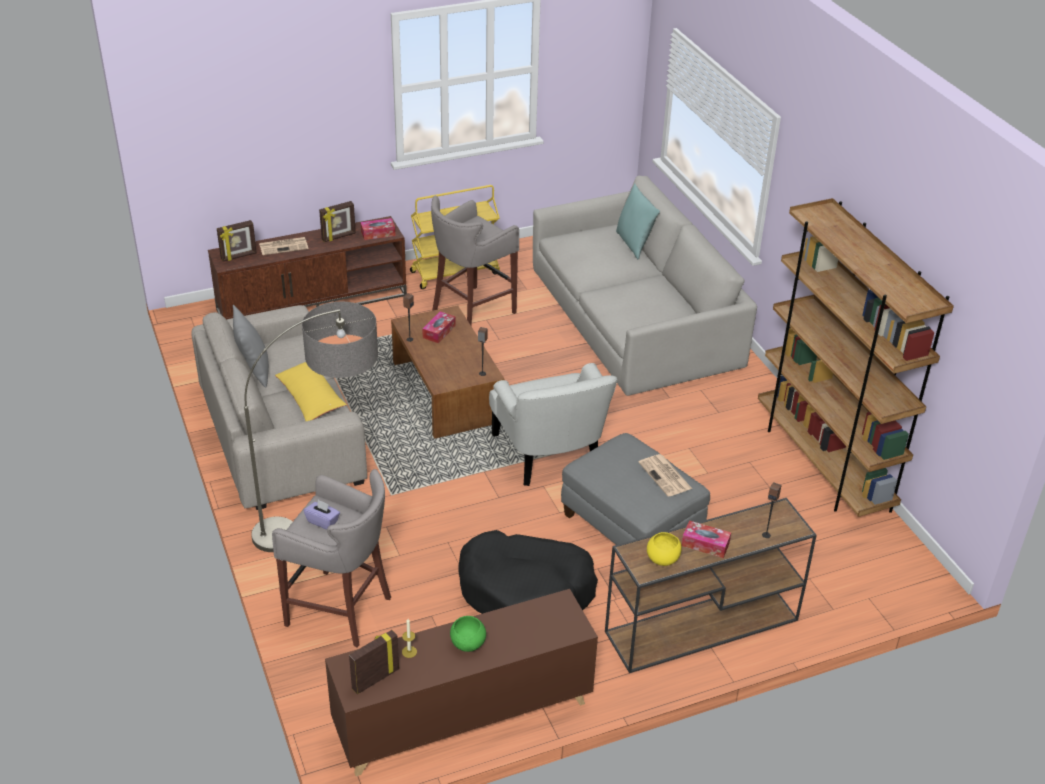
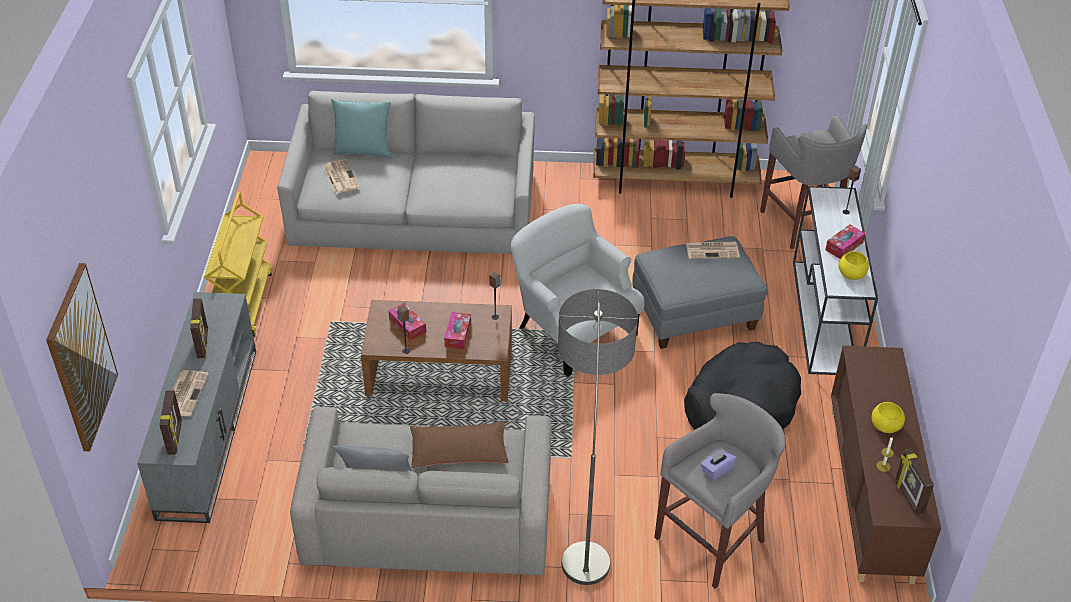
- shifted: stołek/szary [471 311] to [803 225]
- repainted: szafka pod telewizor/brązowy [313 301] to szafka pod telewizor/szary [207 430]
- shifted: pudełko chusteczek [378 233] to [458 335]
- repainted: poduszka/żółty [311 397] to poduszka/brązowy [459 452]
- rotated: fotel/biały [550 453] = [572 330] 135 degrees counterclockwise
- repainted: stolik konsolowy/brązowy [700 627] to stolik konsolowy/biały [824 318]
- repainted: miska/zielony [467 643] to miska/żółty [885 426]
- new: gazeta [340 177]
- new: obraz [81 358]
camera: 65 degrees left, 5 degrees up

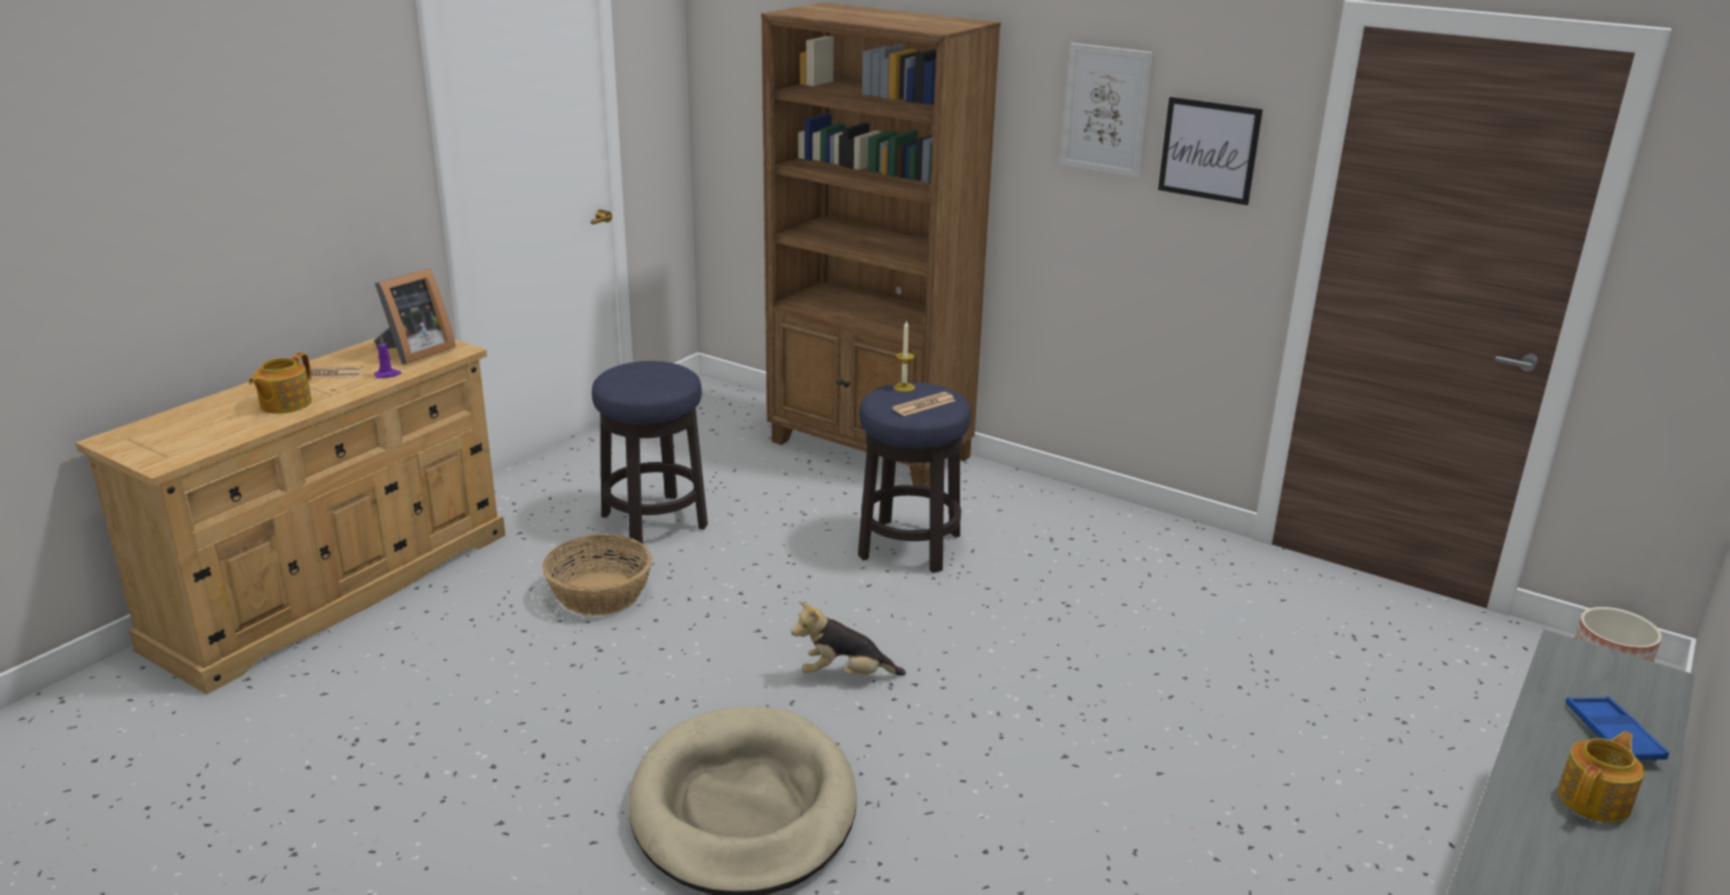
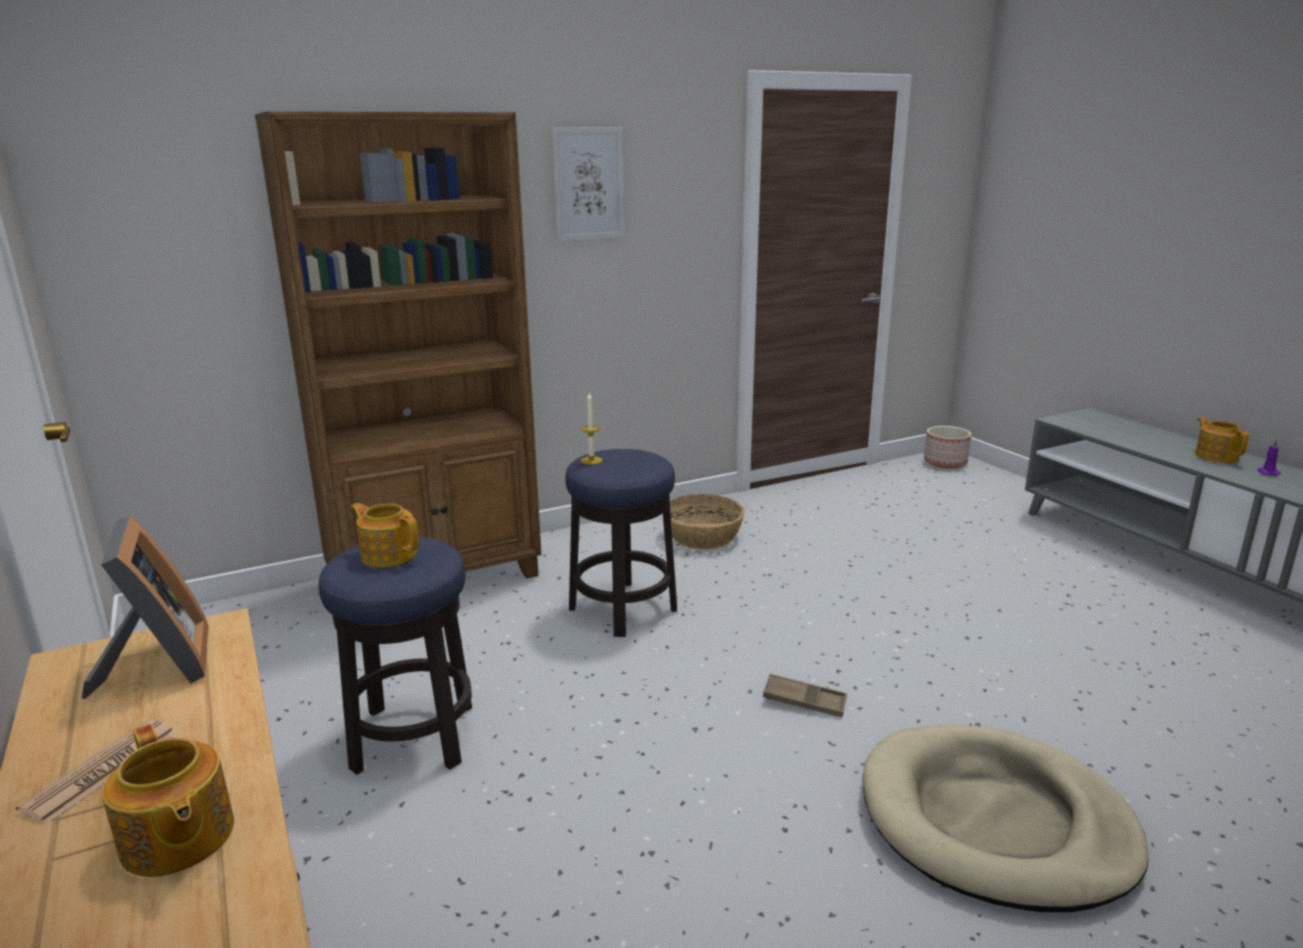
- gone: obraz [1209 150]
- shifted: świeca/fioletowy [388 375] to [1267 472]
- gone: gazeta [924 405]
- shifted: koszyk [599 594] to [703 537]
- swapped: pluszak [845 675] to taca/brązowy [804 701]
- gone: taca/niebieski [1612 735]
- new: imbryk [388 554]
camera: 60 degrees left, 5 degrees down

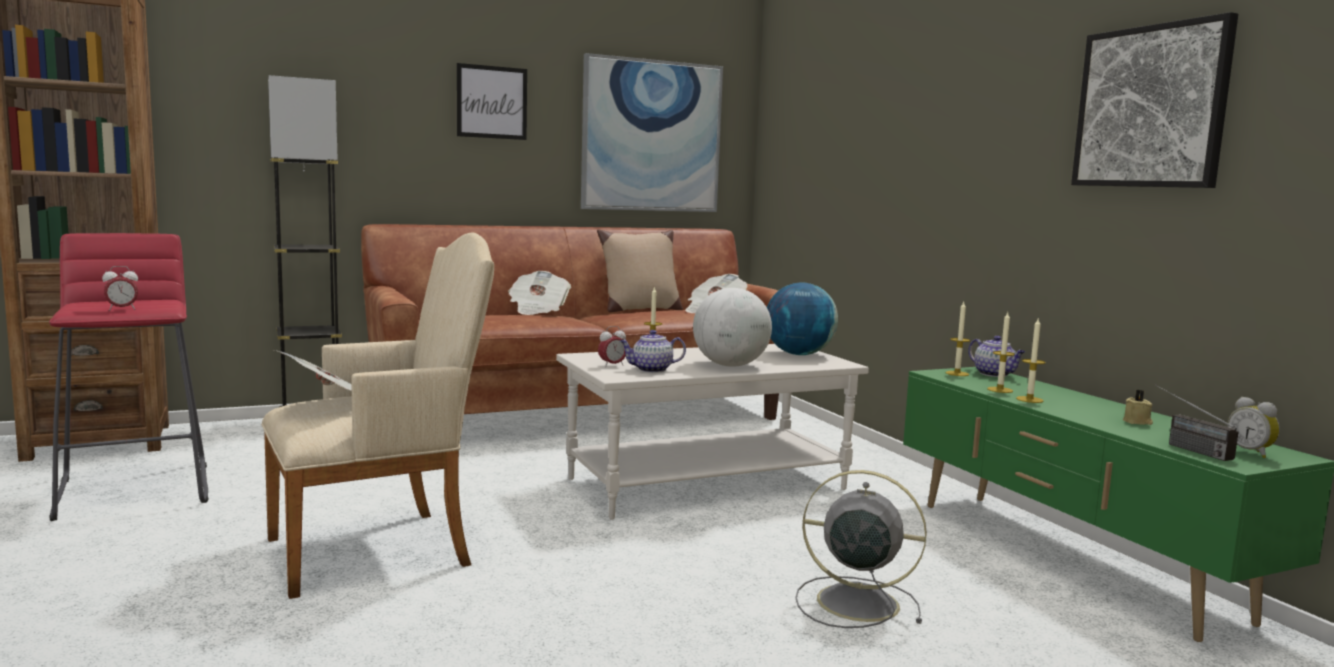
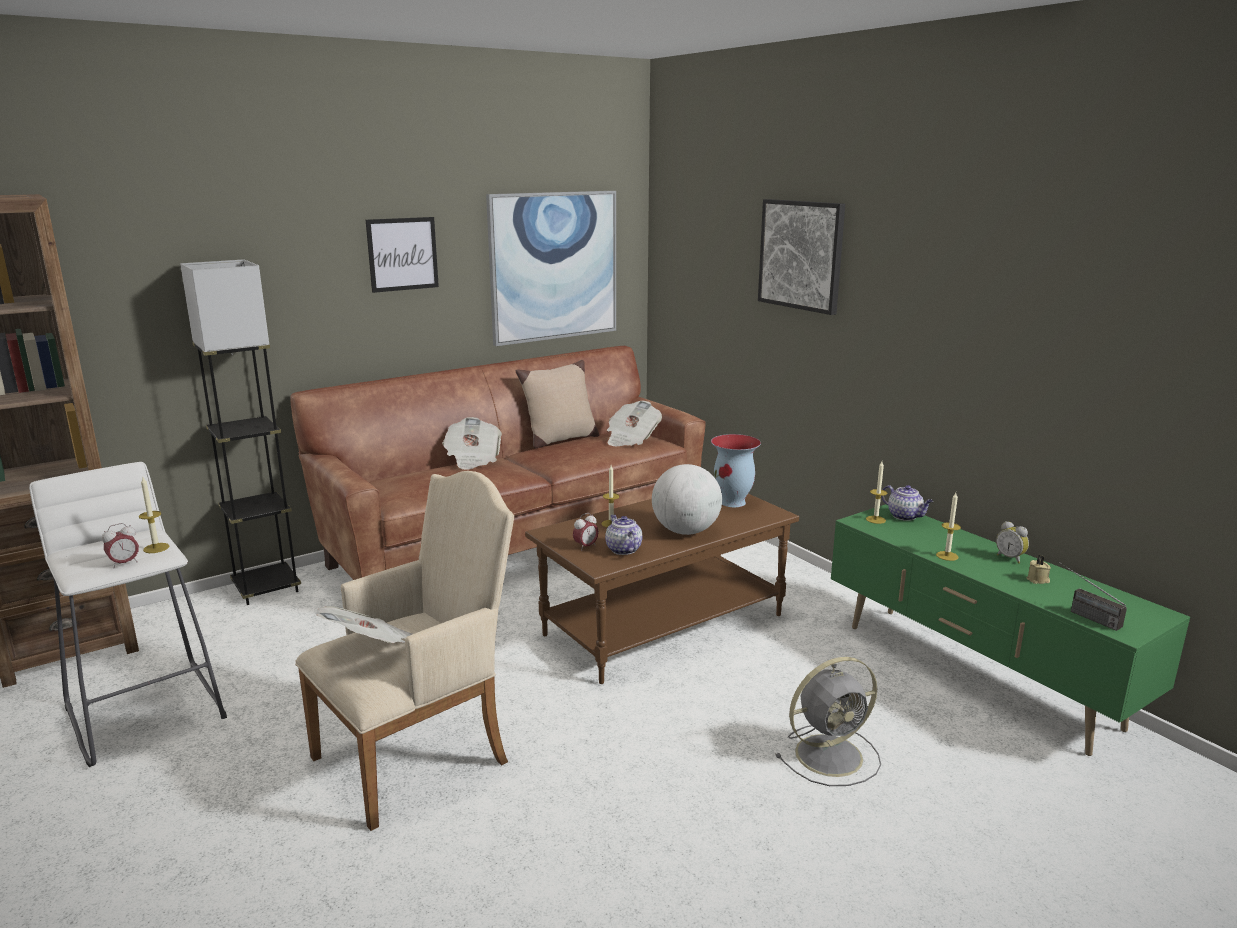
- shifted: obraz [1151 107] to [801 255]
- repainted: stołek/czerwony [135 490] to stołek/biały [147 711]
- swapped: globus [799 354] to wazon [733 502]
- shifted: świeca [1000 390] to [156 548]
- rotated: imbryk [651 370] = [623 549] 90 degrees clockwise
- repainted: ława/biały [707 483] to ława/brązowy [663 624]
- shifted: budzik [1251 453] to [1010 558]
- rotated: wentylator/szary [853 602] = [831 754] 150 degrees clockwise
camera: 10 degrees left, 10 degrees up

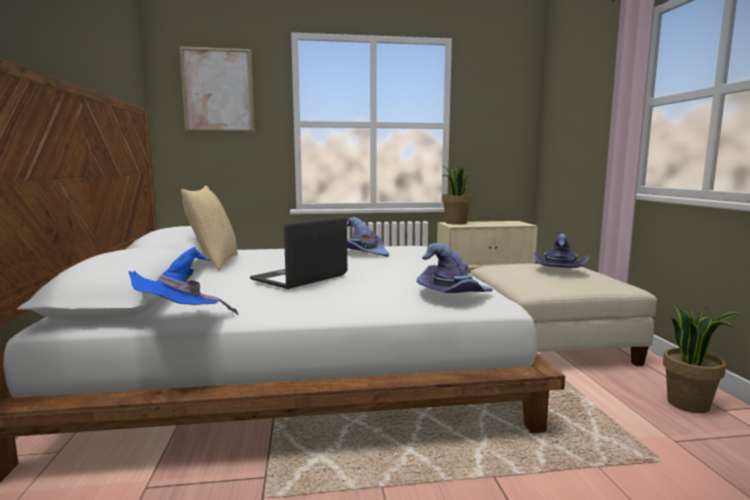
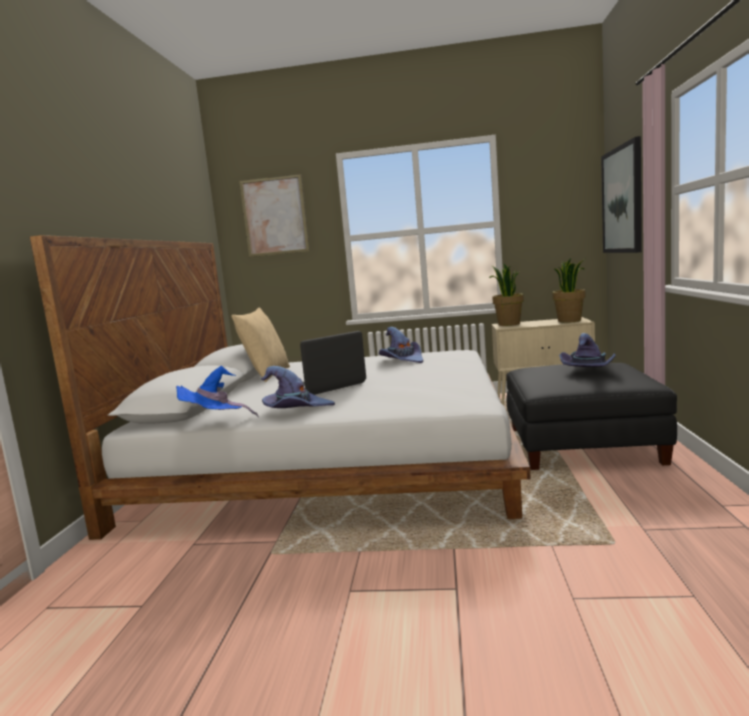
- shifted: kapelusz/fioletowy [452 295] to [296 409]
- repainted: pufa/beżowy [548 344] to pufa/czarny [581 445]
- shifted: roślina doniczkowa [689 404] to [570 321]
- new: obraz [622 200]
camera: 15 degrees right, 0 degrees up

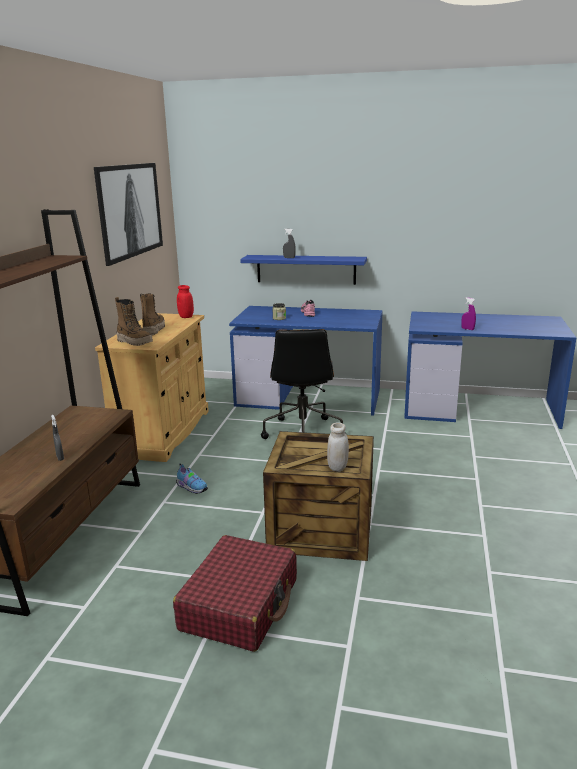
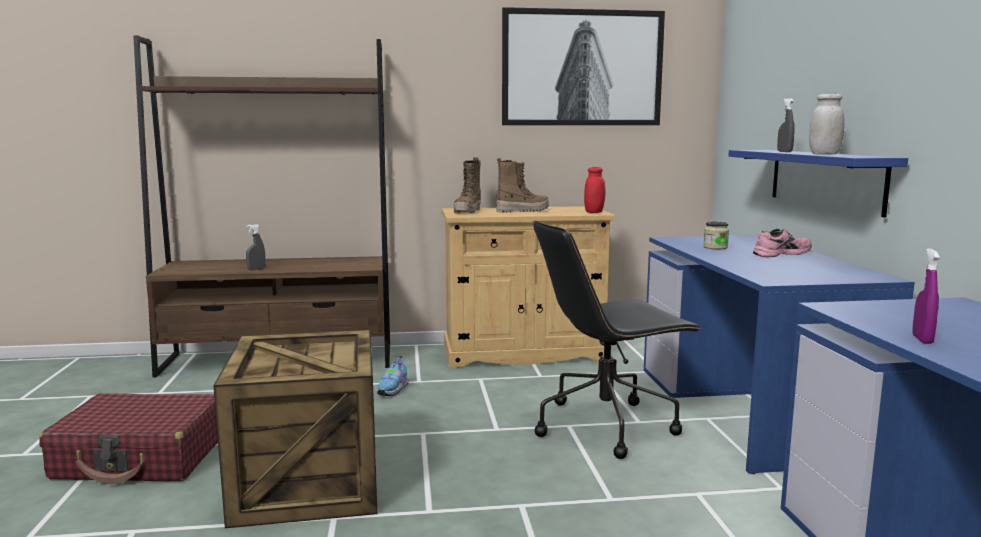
- shifted: słoik/biały [337 467] to [824 154]
camera: 70 degrees right, 10 degrees down

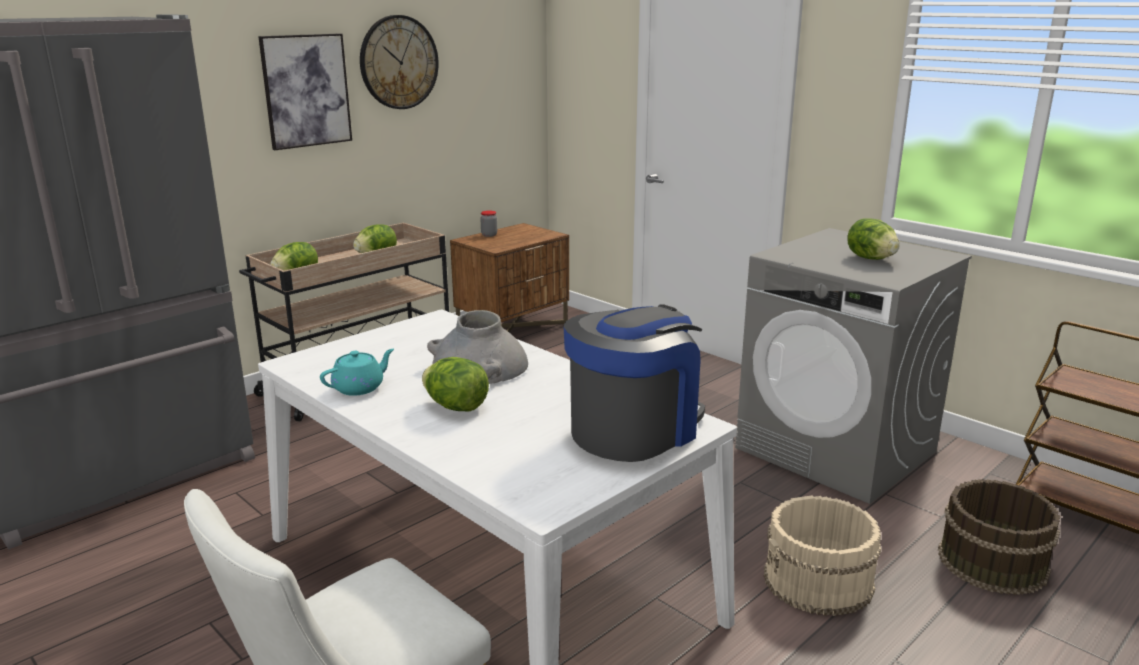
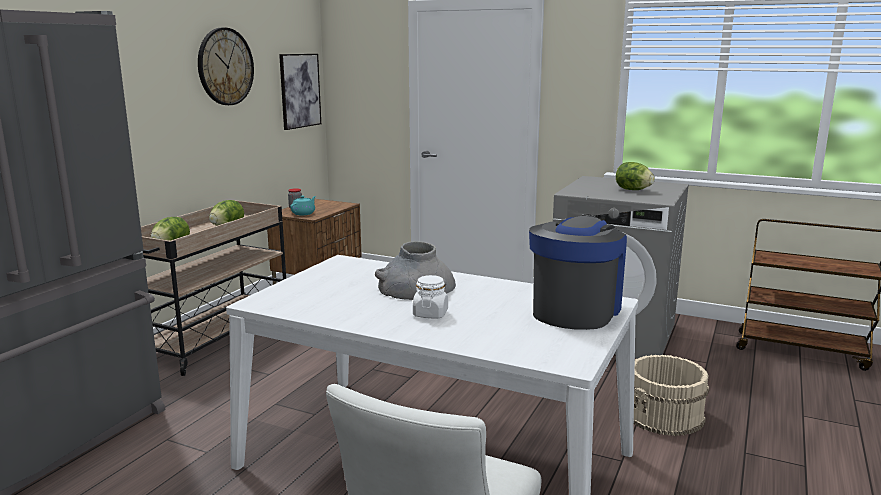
- shifted: obraz [306 91] to [299 90]
- shifted: imbryk/turkusowy [359 388] to [304 213]
- swapped: sałata [456 407] to słoik/biały [430 314]
- gone: wiadro/brązowy [991 561]
camera: 20 degrees left, 5 degrees down

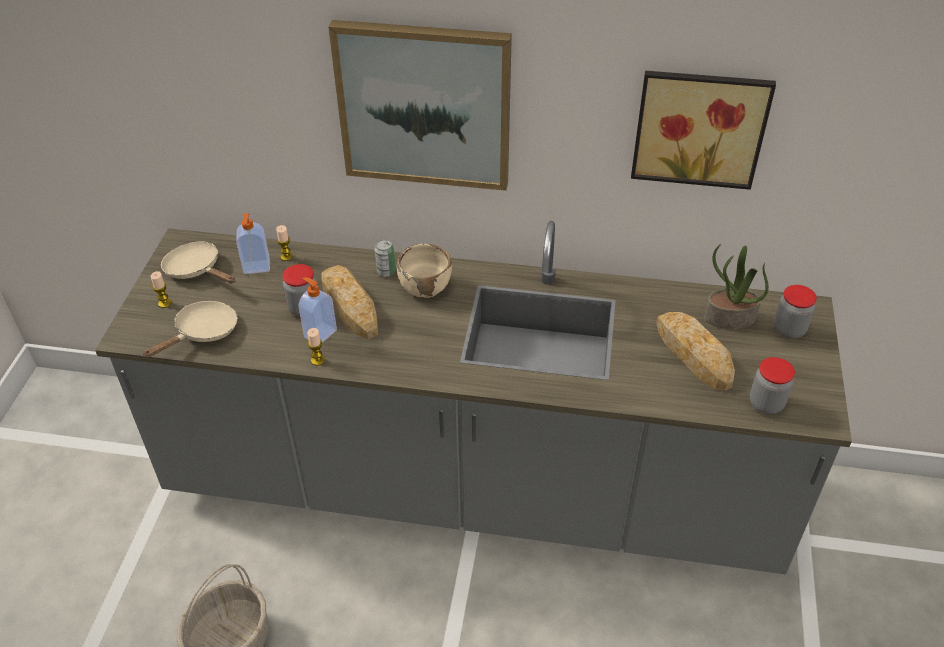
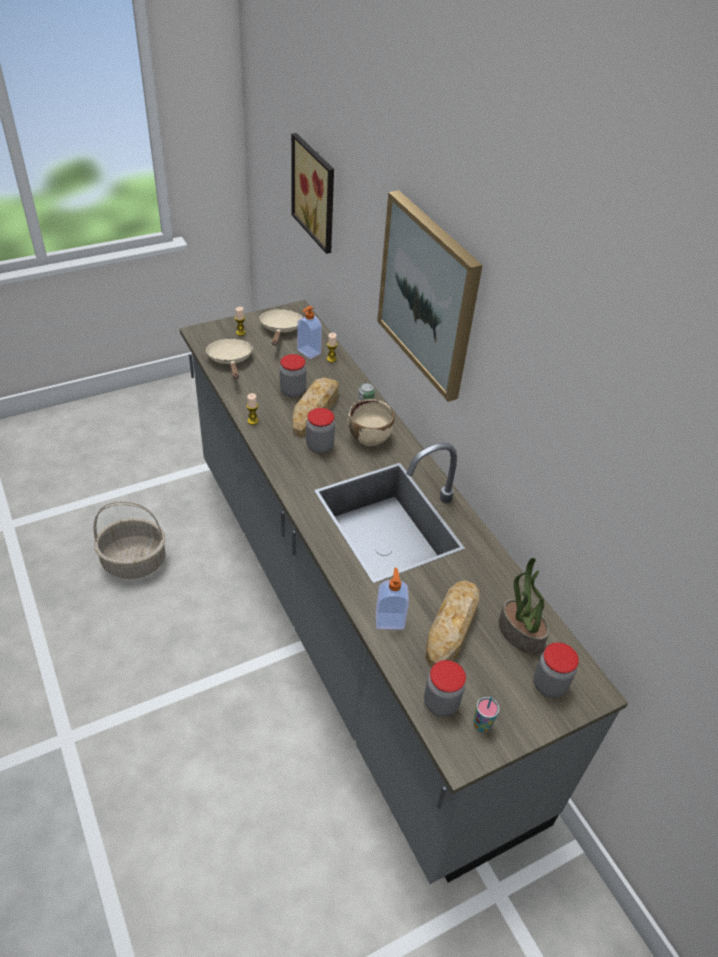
- shifted: obraz [699 126] to [317 192]
- shifted: dozownik mydła [319 333] to [389 620]
- rotated: patelnia/beżowy [202 333] = [230 360] 105 degrees counterclockwise
- new: słoik [319 446]
- new: filiżanka [481 725]
camera: 50 degrees right, 0 degrees up

